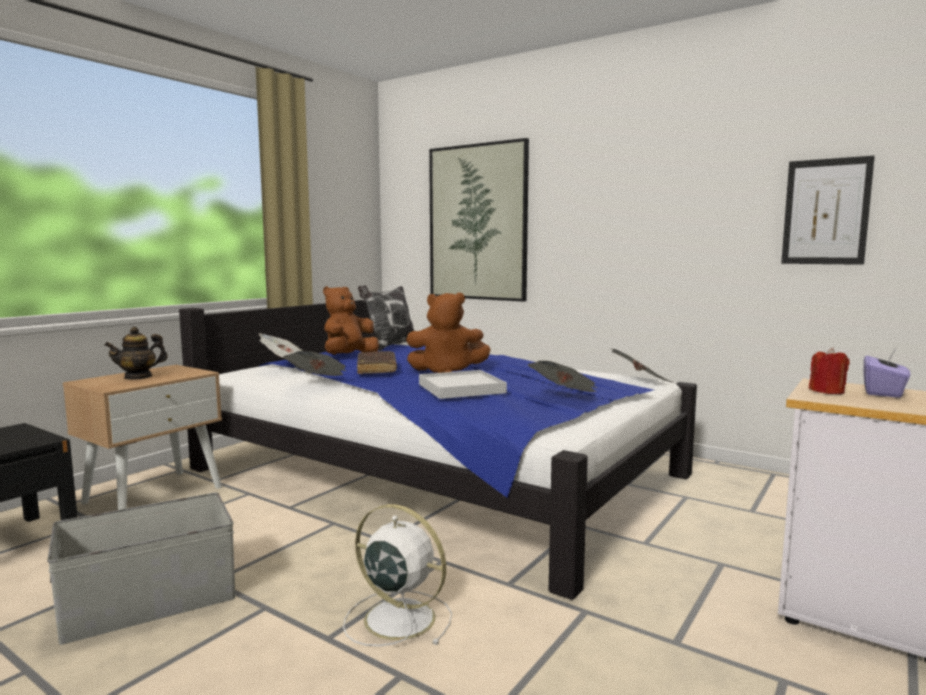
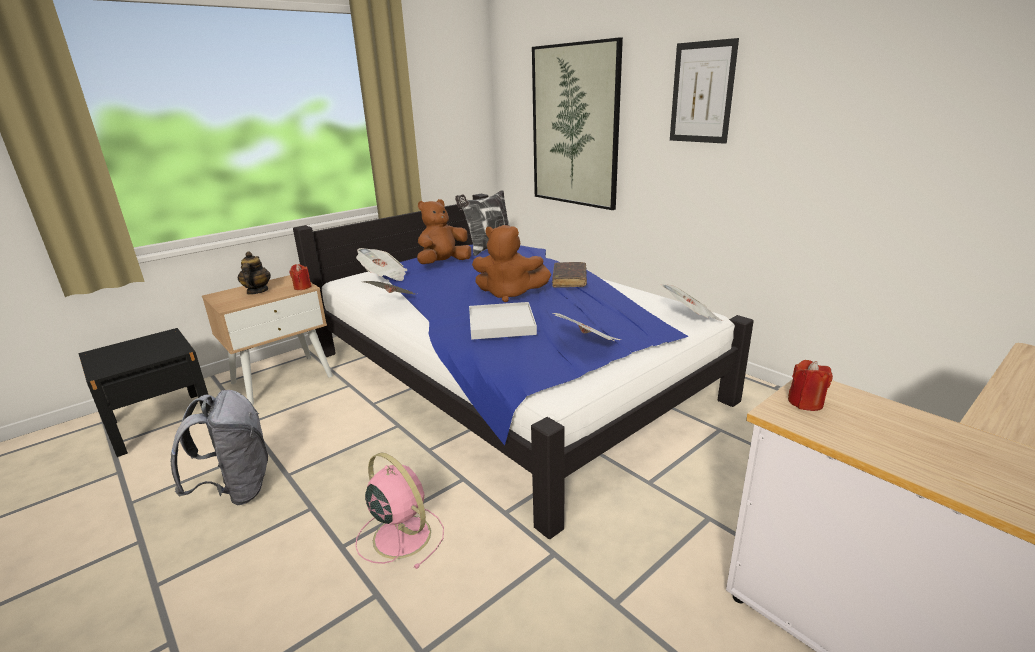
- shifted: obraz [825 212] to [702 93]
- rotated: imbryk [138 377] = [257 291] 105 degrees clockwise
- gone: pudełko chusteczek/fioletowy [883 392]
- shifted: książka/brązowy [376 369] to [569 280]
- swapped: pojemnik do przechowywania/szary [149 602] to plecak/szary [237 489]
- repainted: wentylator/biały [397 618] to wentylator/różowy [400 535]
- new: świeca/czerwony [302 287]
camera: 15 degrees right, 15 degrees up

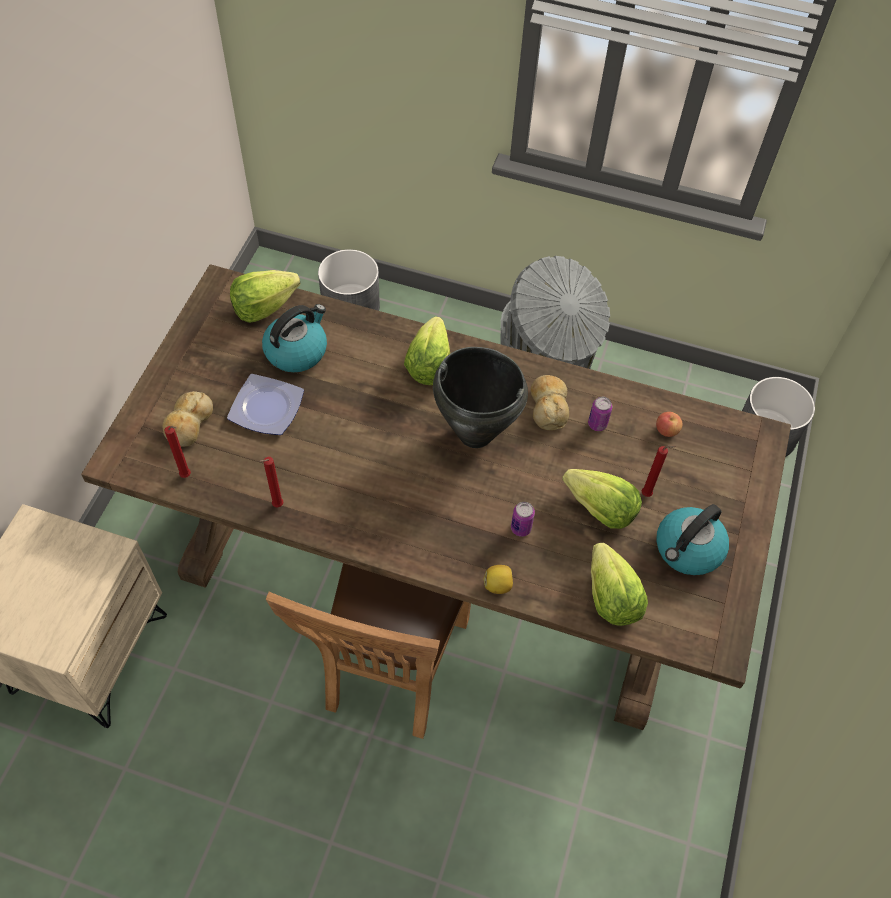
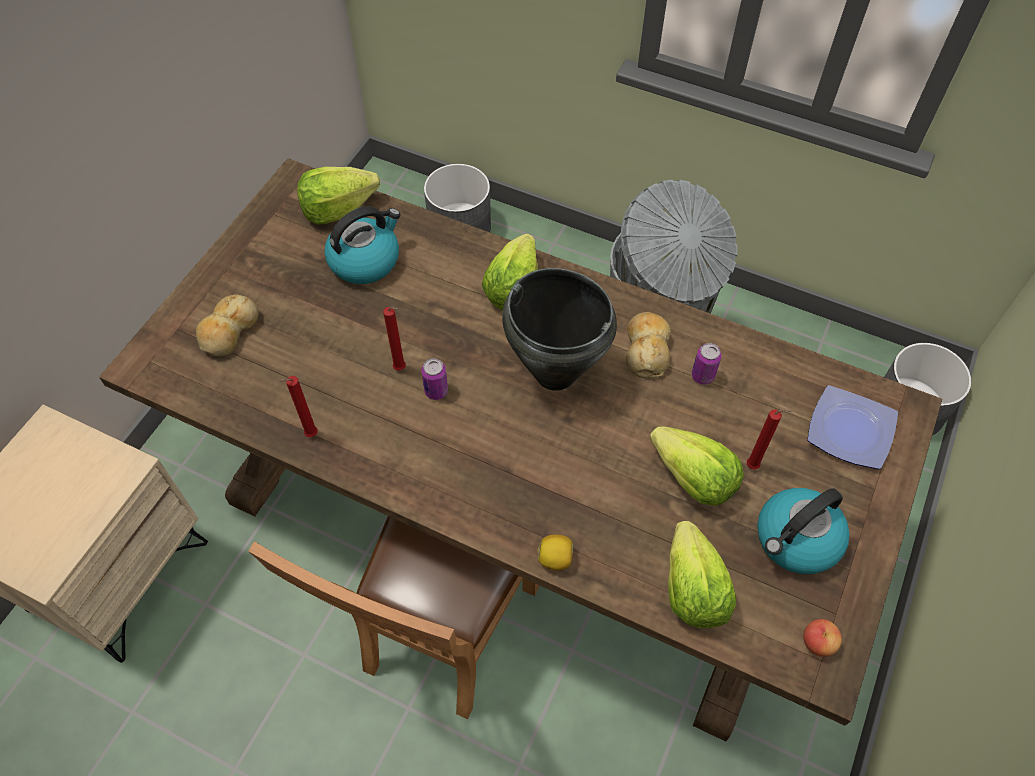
- shifted: talerz [267 409] to [851 432]
- shifted: jabłko [666 430] to [817 643]
- shifted: świeca/czerwony [187 476] to [401 369]
- shifted: puszka [521 528] to [436 391]
camera: 10 degrees right, 0 degrees up

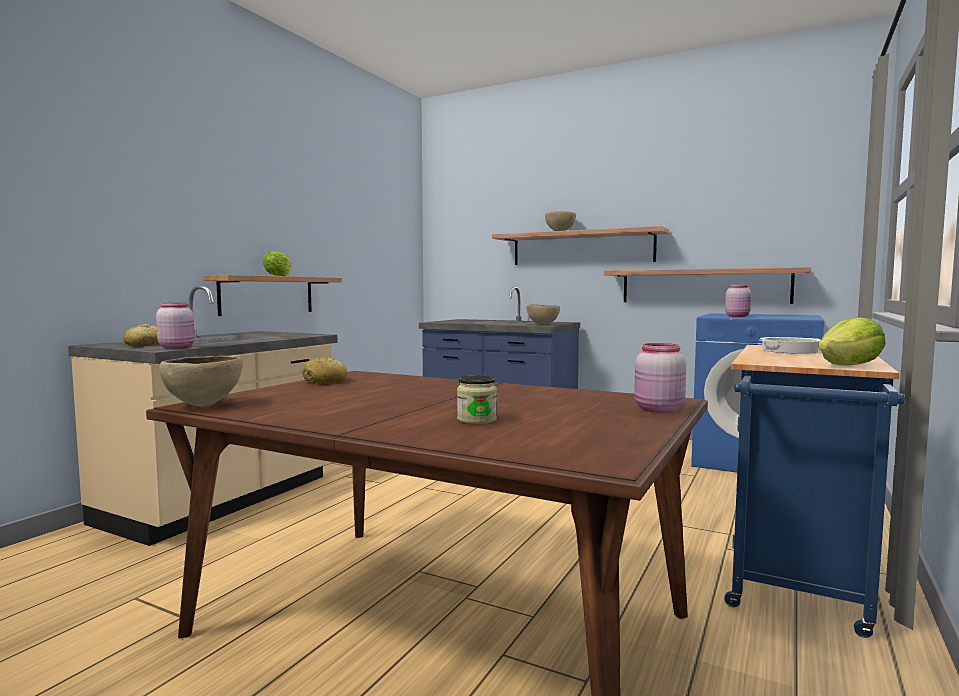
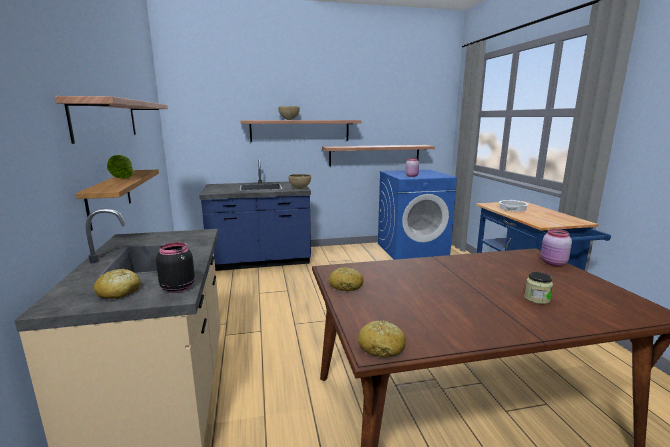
- repainted: słoik/różowy [177 347] to słoik/czarny [178 288]
- gone: sałata [850 366]
- swapped: miska/brązowy [204 405] to chleb [381 347]
- new: półka [107 120]
camera: 40 degrees left, 10 degrees up

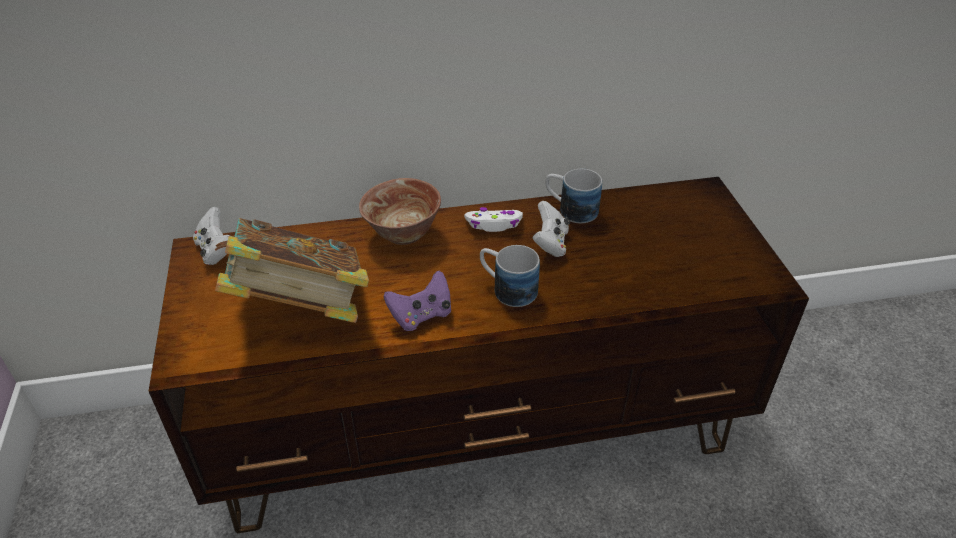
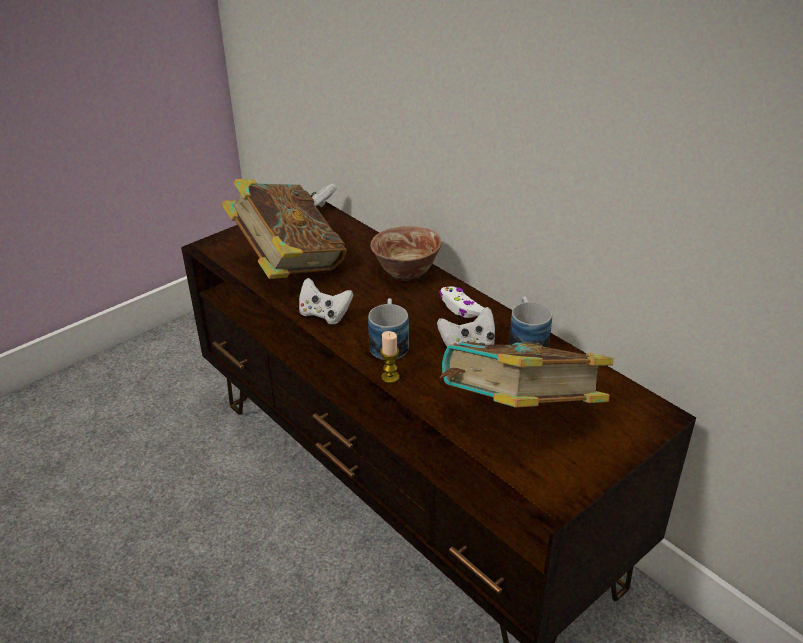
- repainted: pad do gier/fioletowy [421 315] to pad do gier/biały [324 315]
- new: świeca [390 377]
- new: książka [520 416]
camera: 60 degrees right, 5 degrees down

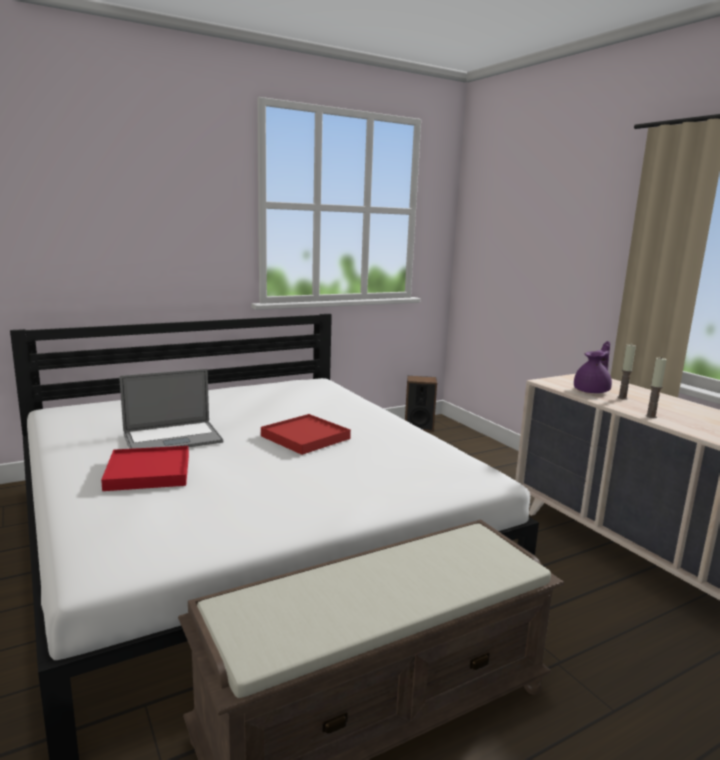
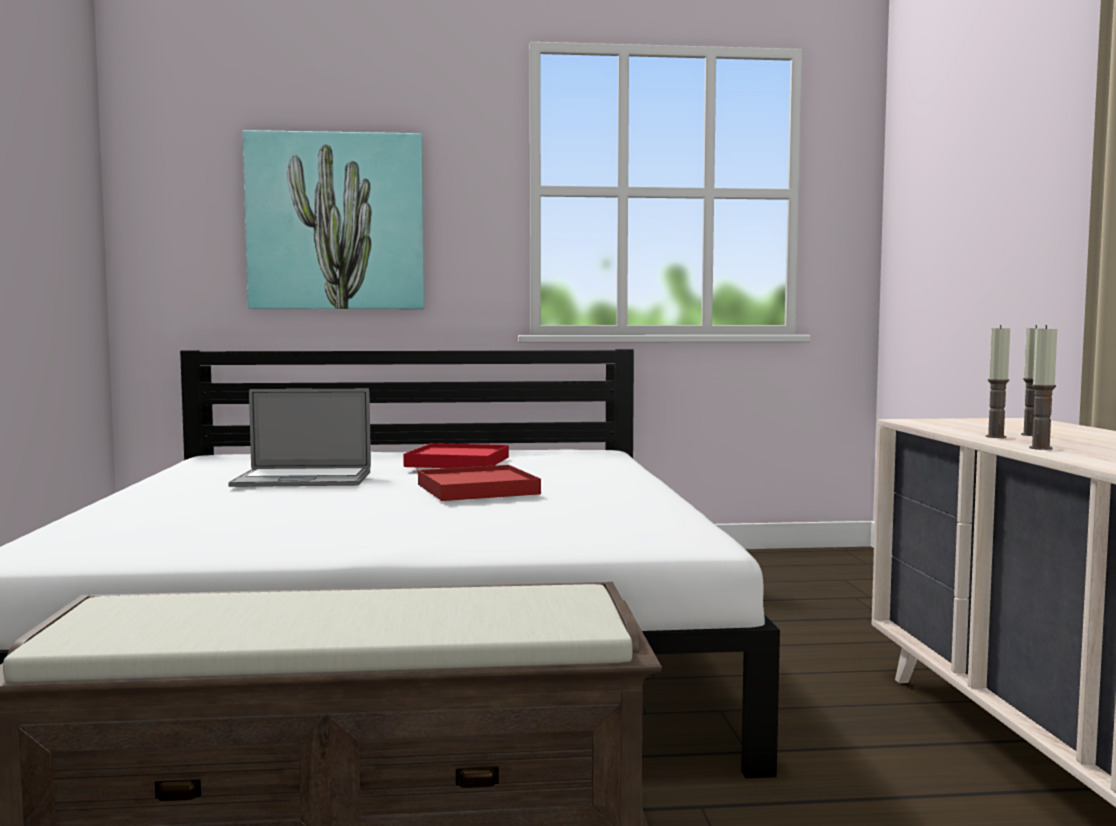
- gone: imbryk/fioletowy [592 391]
- gone: głośnik [418 427]
- shifted: taca/czerwony [148 472] to [458 462]
- new: obraz [336 222]
- new: świeca [996 437]
camera: 25 degrees right, 10 degrees down

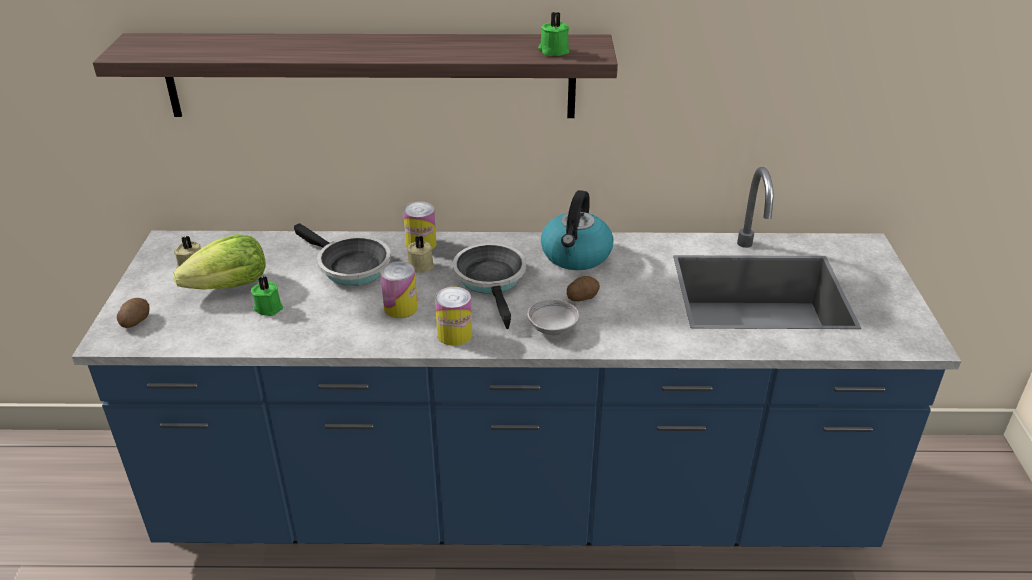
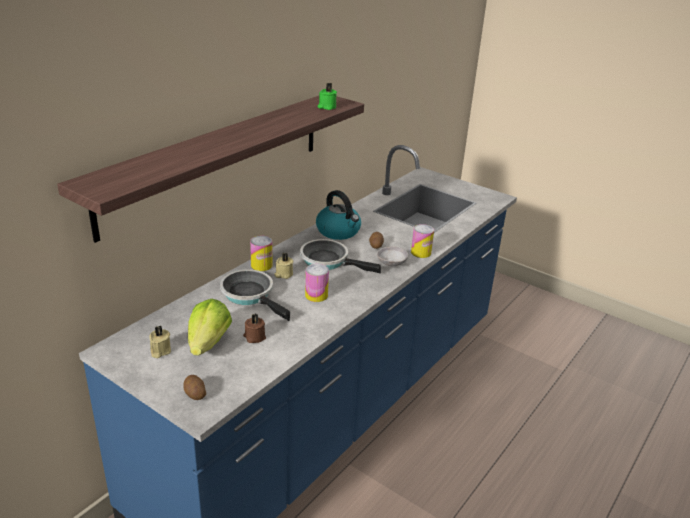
- rotated: patelnia [349 266] = [250 295] 120 degrees counterclockwise
- repainted: świeca/zielony [269 307] to świeca/brązowy [254 337]
- shifted: puszka [454 334] to [421 252]
camera: 55 degrees left, 5 degrees down

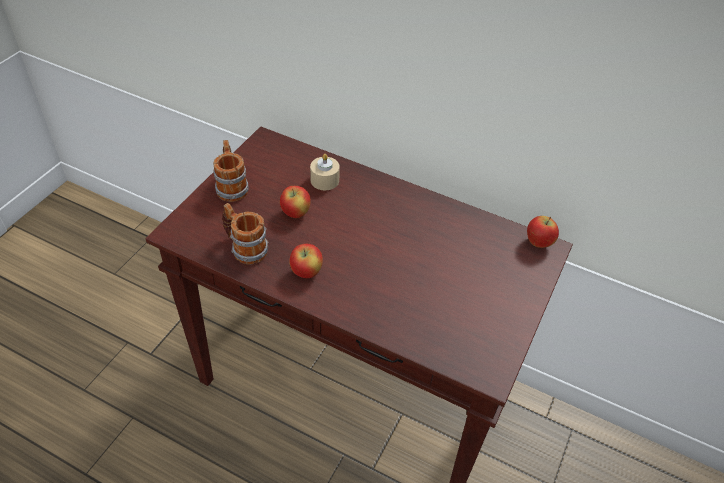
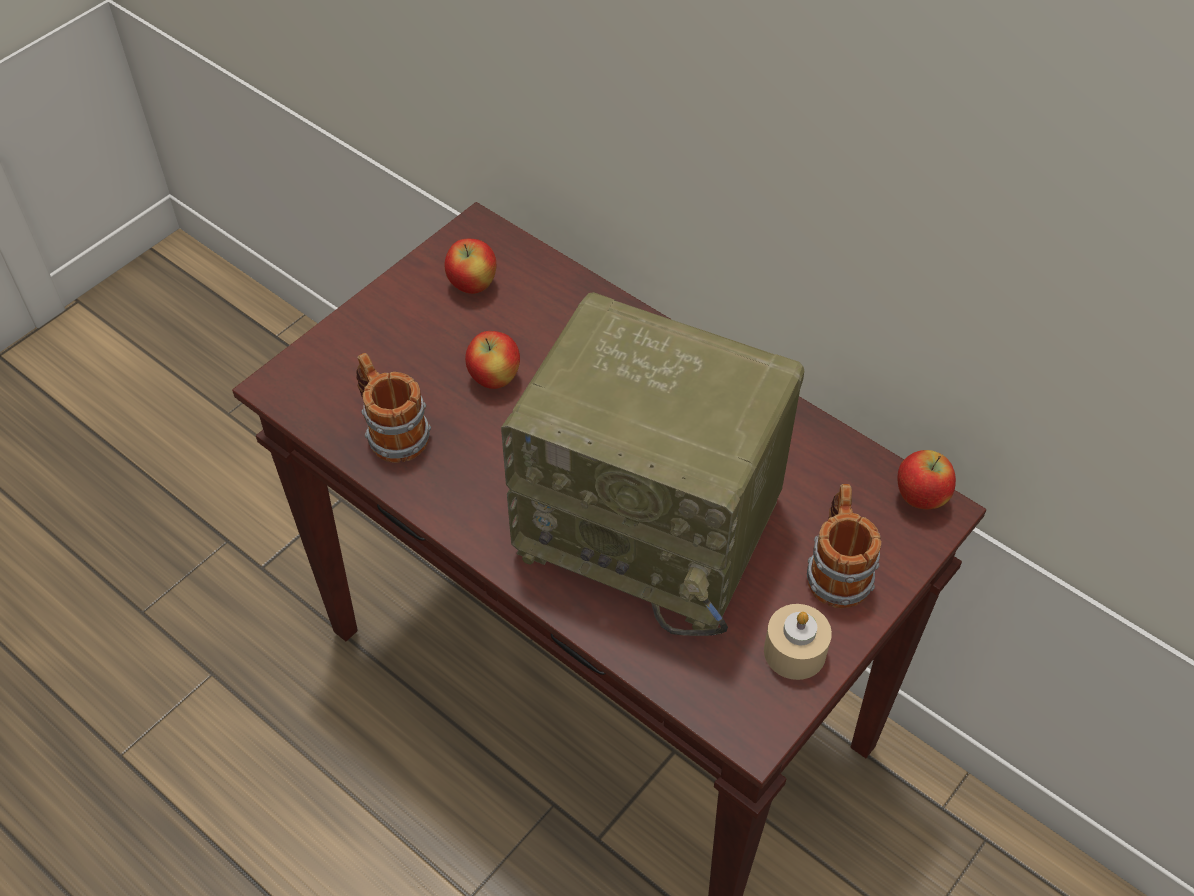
- shifted: kubek [231 186] to [837 568]
- shifted: świeca/beżowy [324 180] to [794 652]
- shifted: jabłko [306 272] to [473 285]
- new: radio [654 526]
camera: 15 degrees right, 5 degrees up

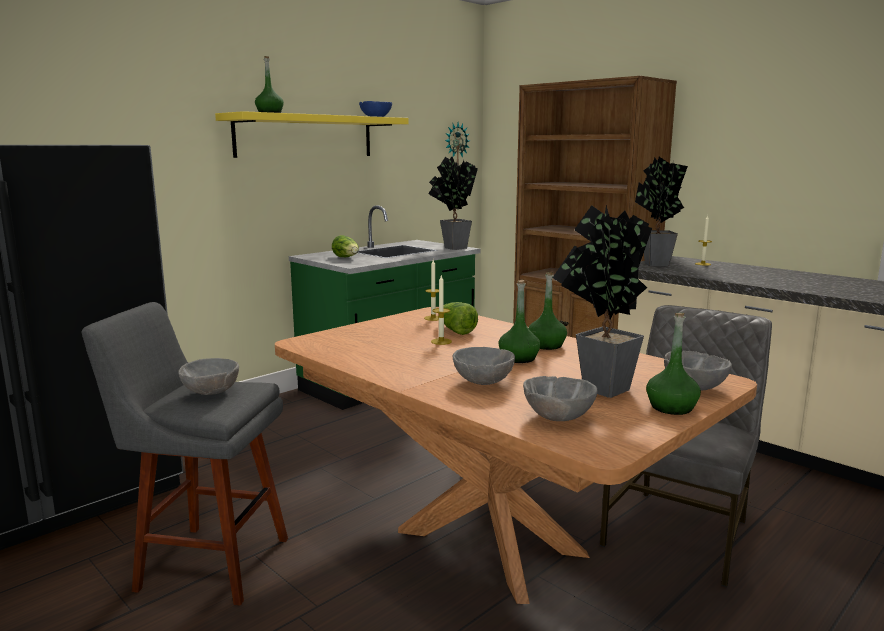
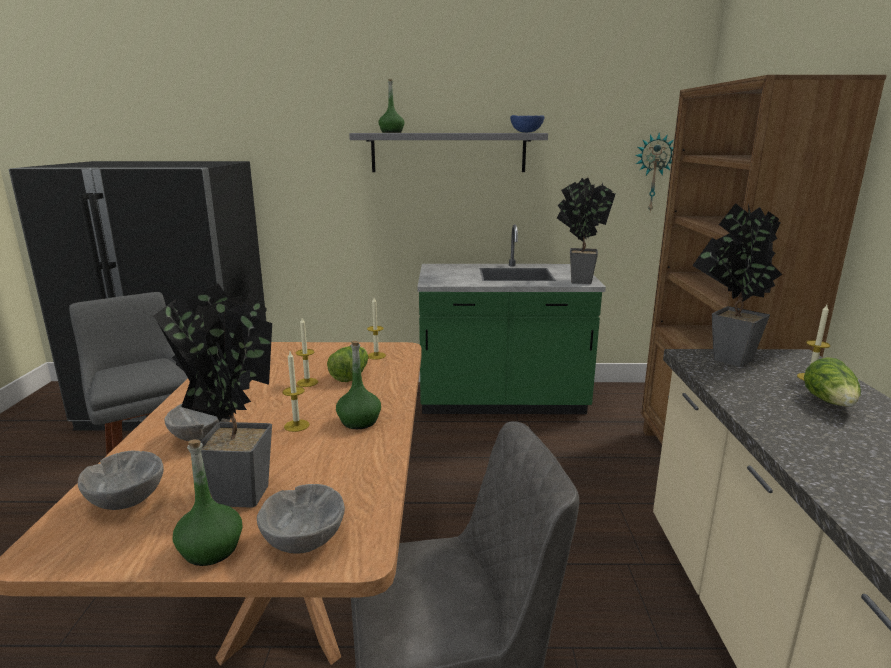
- repainted: półka/żółty [305 136] to półka/szary [448 152]
- shifted: sałata [347 258] to [830 403]
- swapped: butelka/zielony [519 358] to świeca [296 425]
- gone: miska/szary [211 392]
camera: 45 degrees right, 5 degrees up

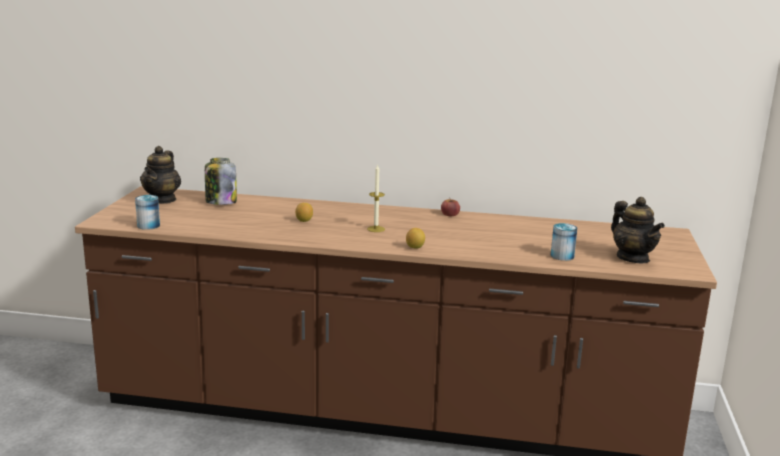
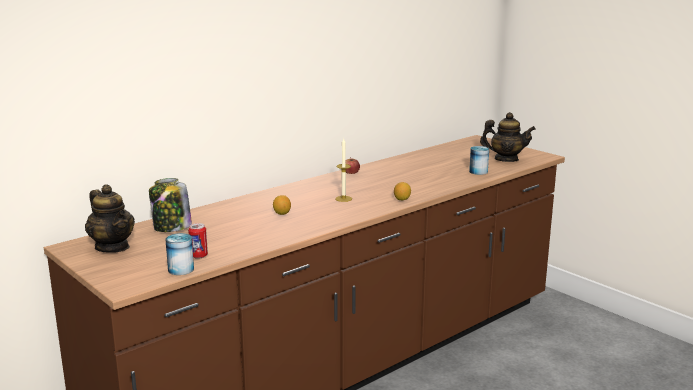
- new: puszka [199 256]
camera: 50 degrees left, 0 degrees up

